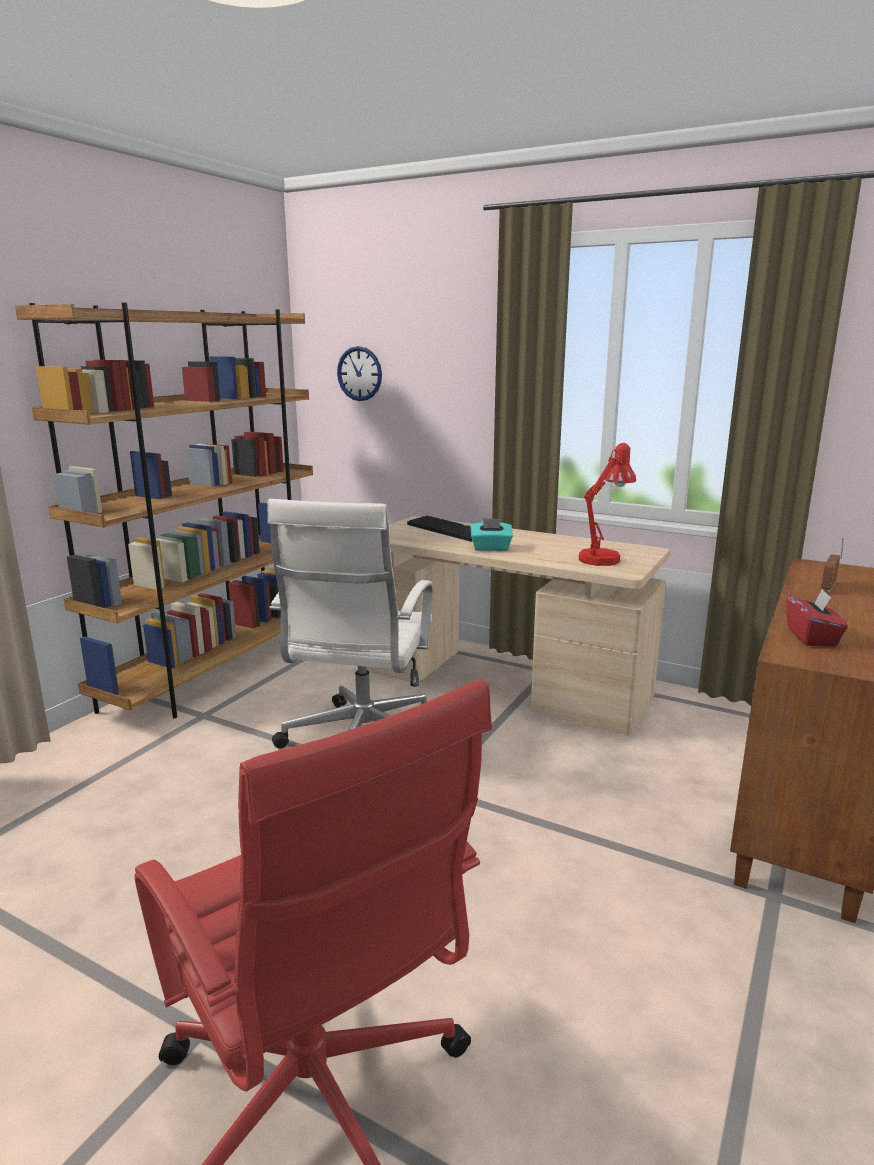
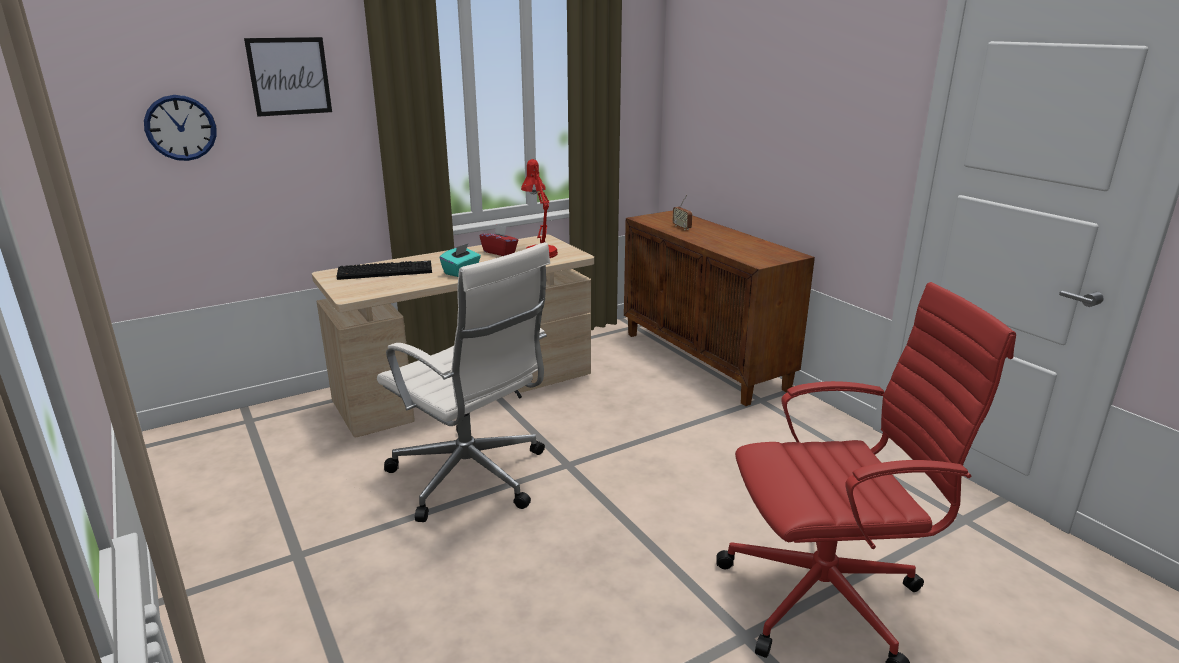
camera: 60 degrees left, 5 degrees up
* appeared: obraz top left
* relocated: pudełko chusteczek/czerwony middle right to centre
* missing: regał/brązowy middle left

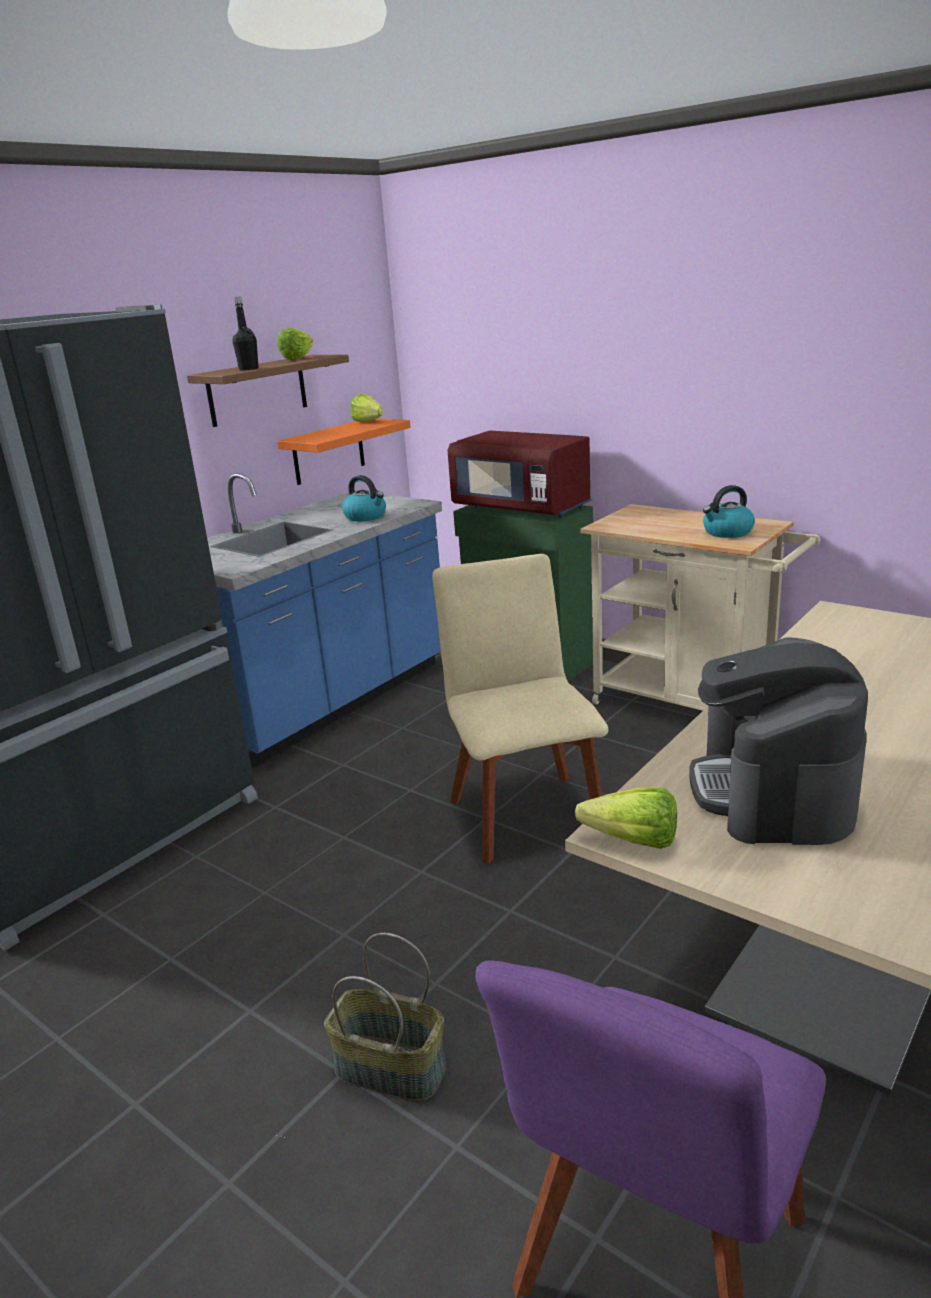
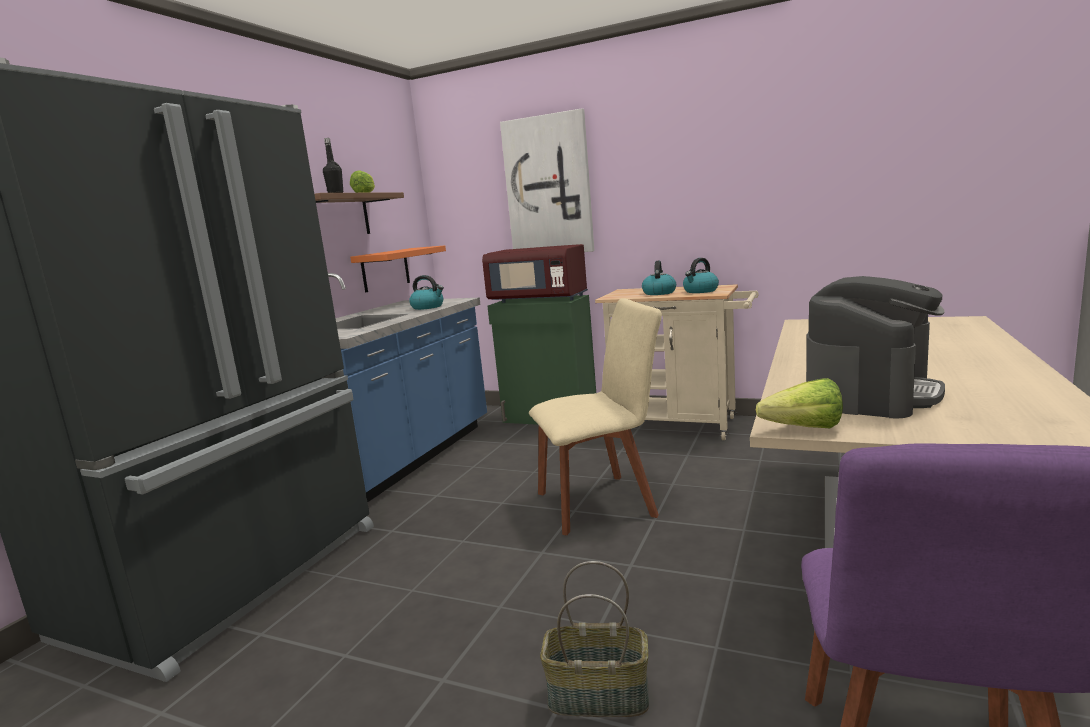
camera: 15 degrees left, 10 degrees down
* appeared: obraz top centre
* spun: krzesło/beżowy centre = centre 105 degrees clockwise
* appeared: czajnik (no. 2 from left) centre
* spun: ekspres do kawy middle right = middle right 135 degrees counterclockwise
* missing: sałata (no. 2 from left) top centre

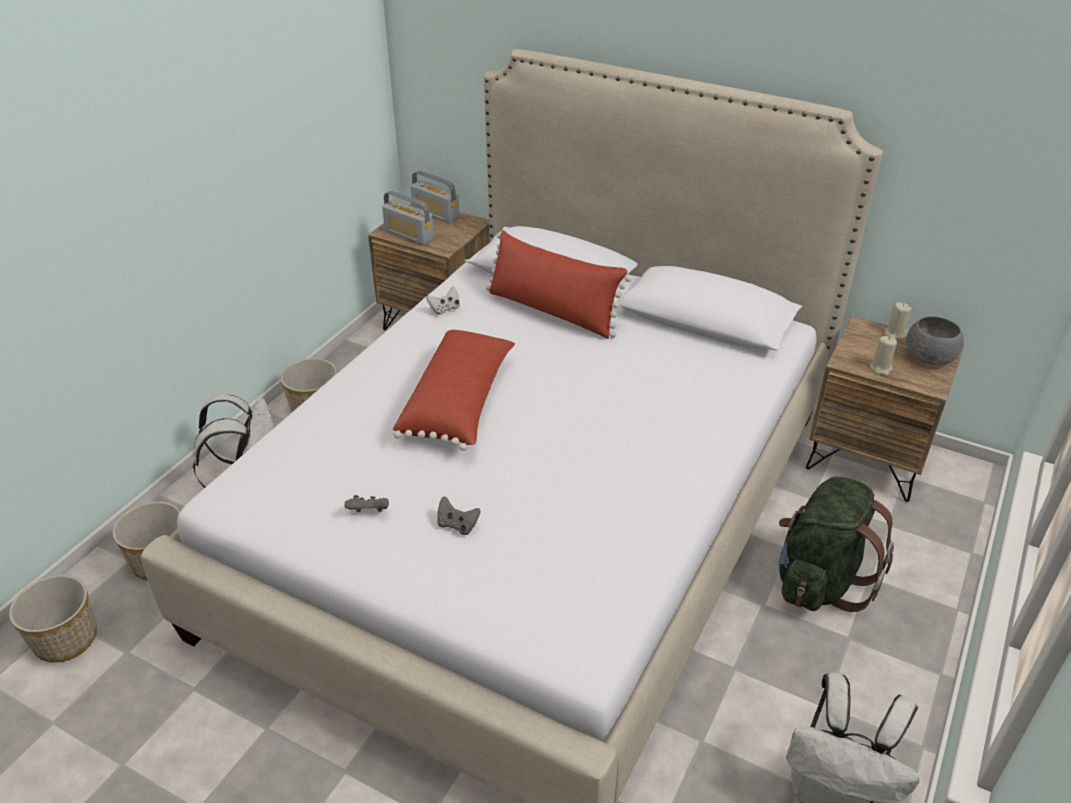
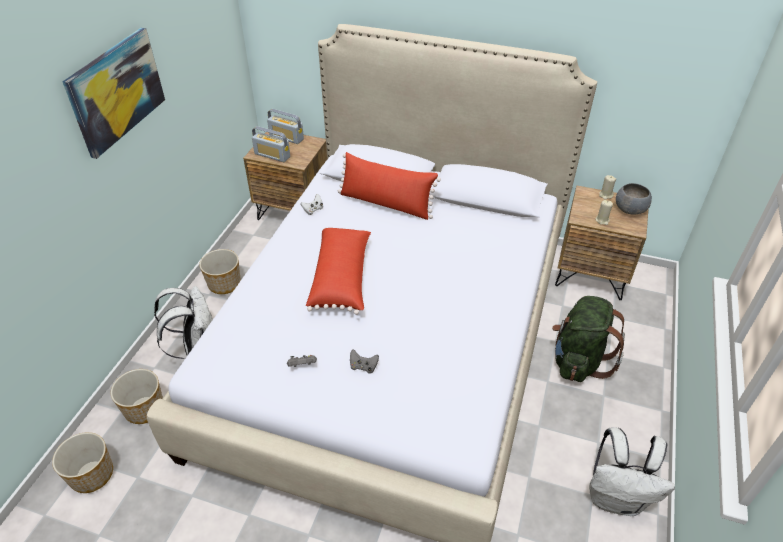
camera: 10 degrees left, 5 degrees up
* appeared: obraz top left

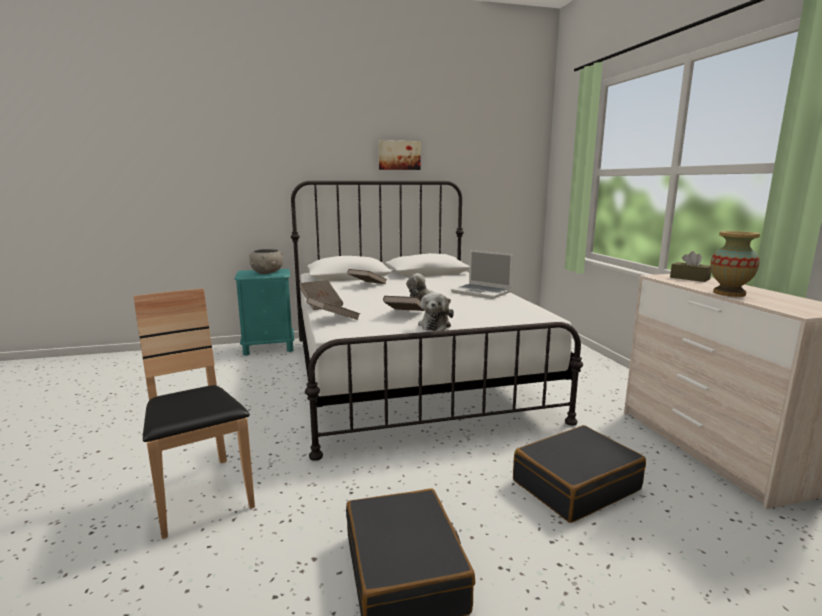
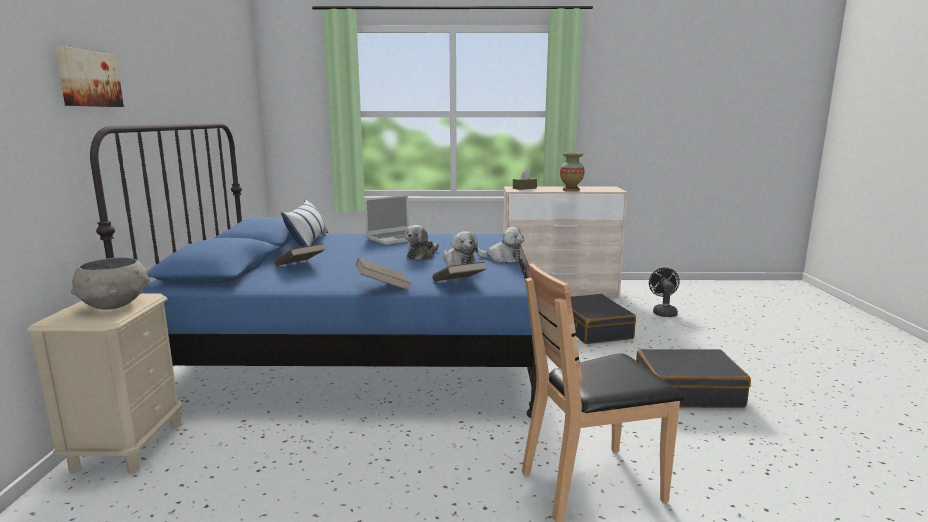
camera: 75 degrees left, 0 degrees up
* colour: szafka nocna/turkusowy middle left to szafka nocna/beżowy bottom left
* relocated: obraz top centre to top left
* colour: łóżko/biały centre to łóżko/niebieski centre
* appeared: poduszka middle left
* exchanged: książka/brązowy (no. 4 from left) centre to pluszak (no. 2 from left) centre
* appeared: wentylator/czarny middle right

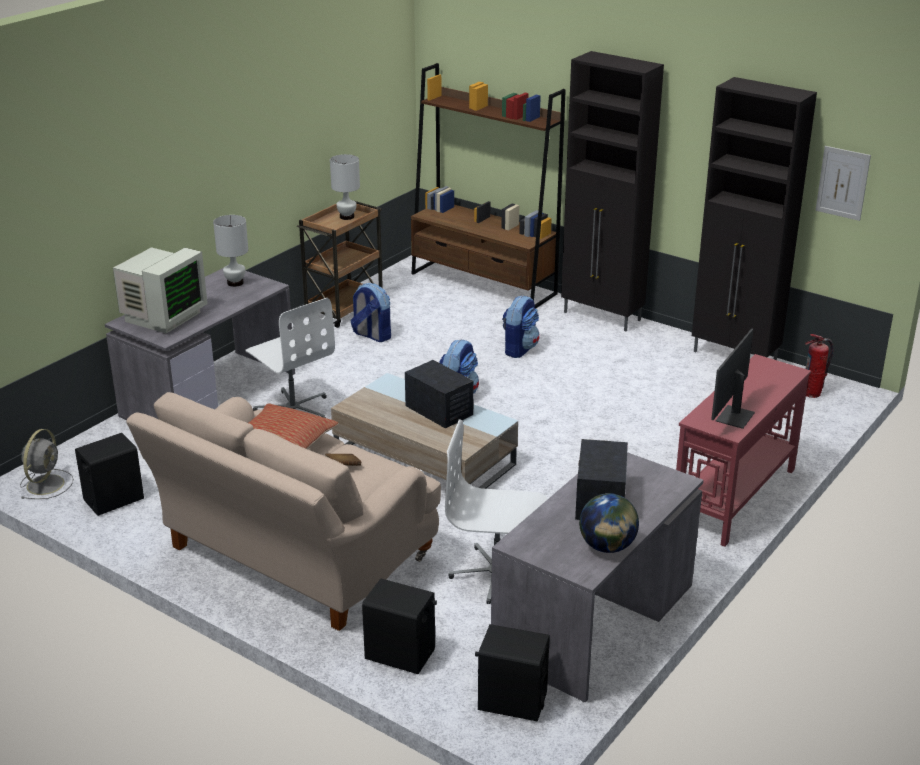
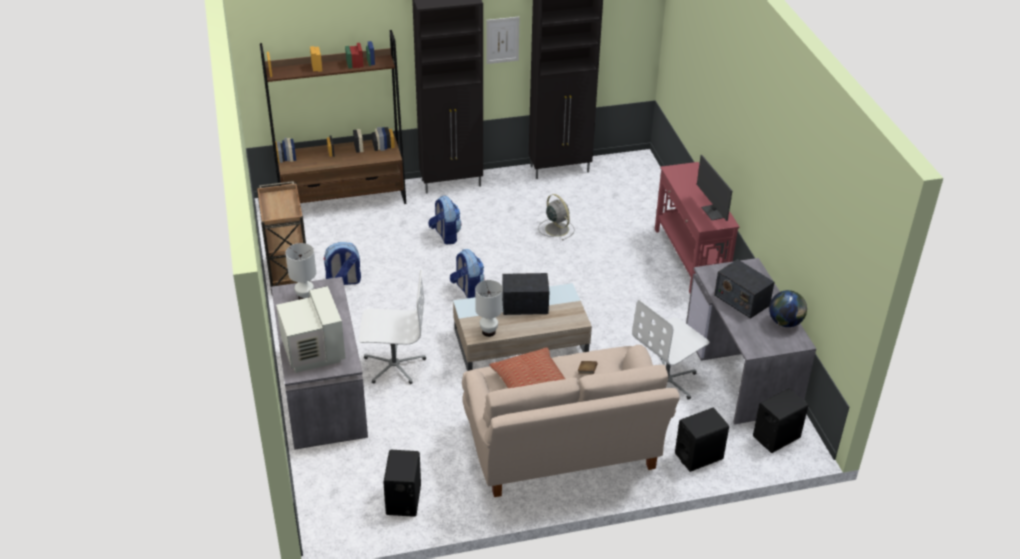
camera: 50 degrees left, 10 degrees up
* relocated: lampa stołowa/biały (no. 2 from left) top centre to centre
* relocated: obraz top right to top centre
* relocated: wentylator/szary middle left to centre
* missing: gaśnica middle right

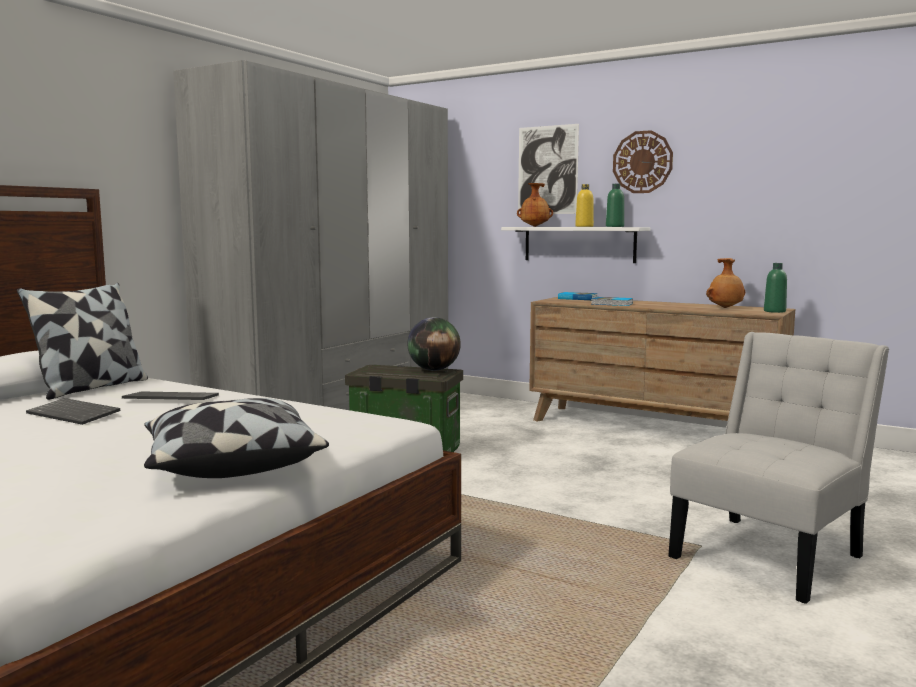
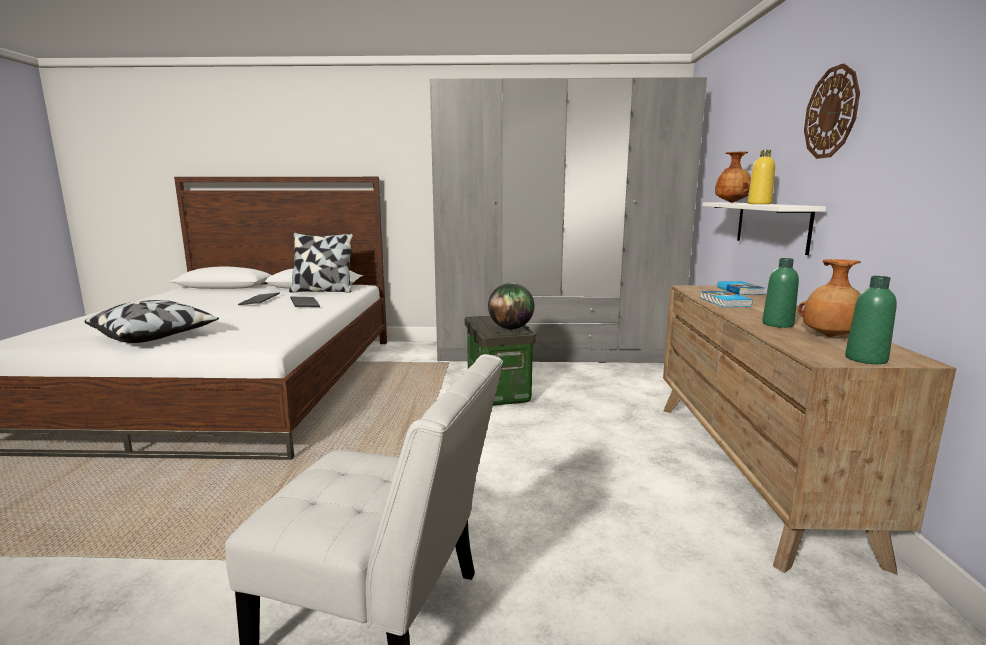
camera: 60 degrees right, 5 degrees up
* relocated: butelka/zielony (no. 1 from left) top right to middle right
* missing: obraz top centre

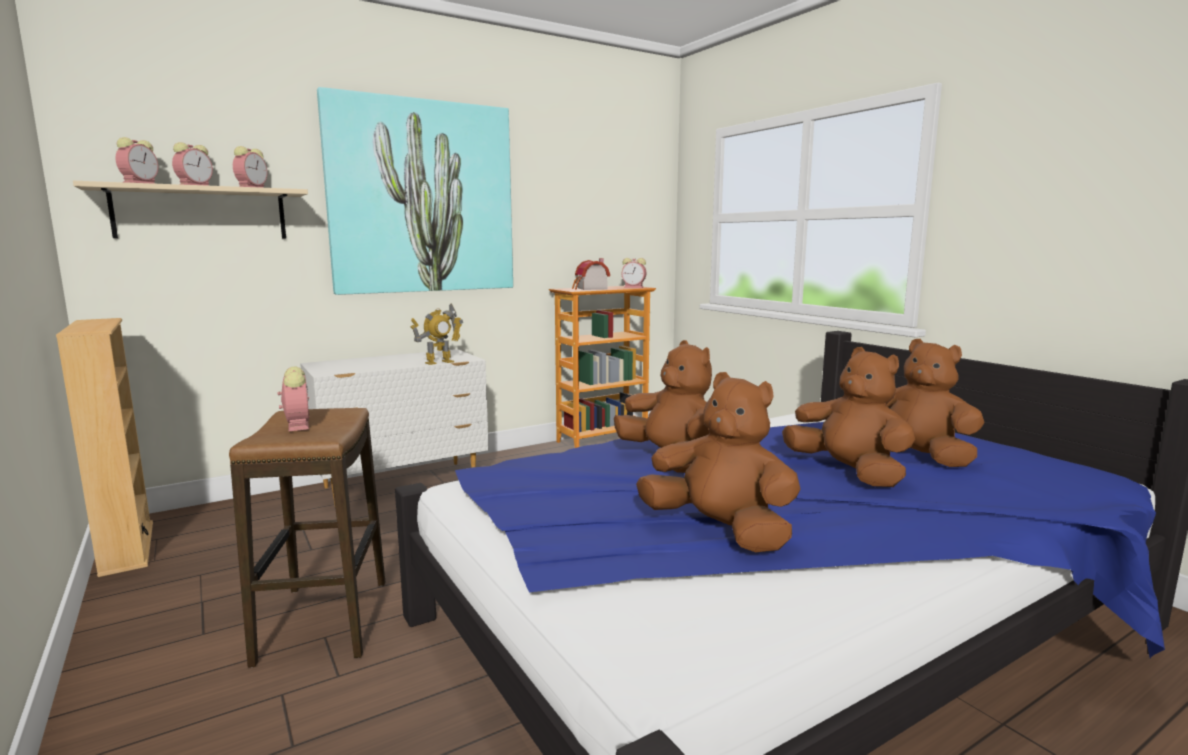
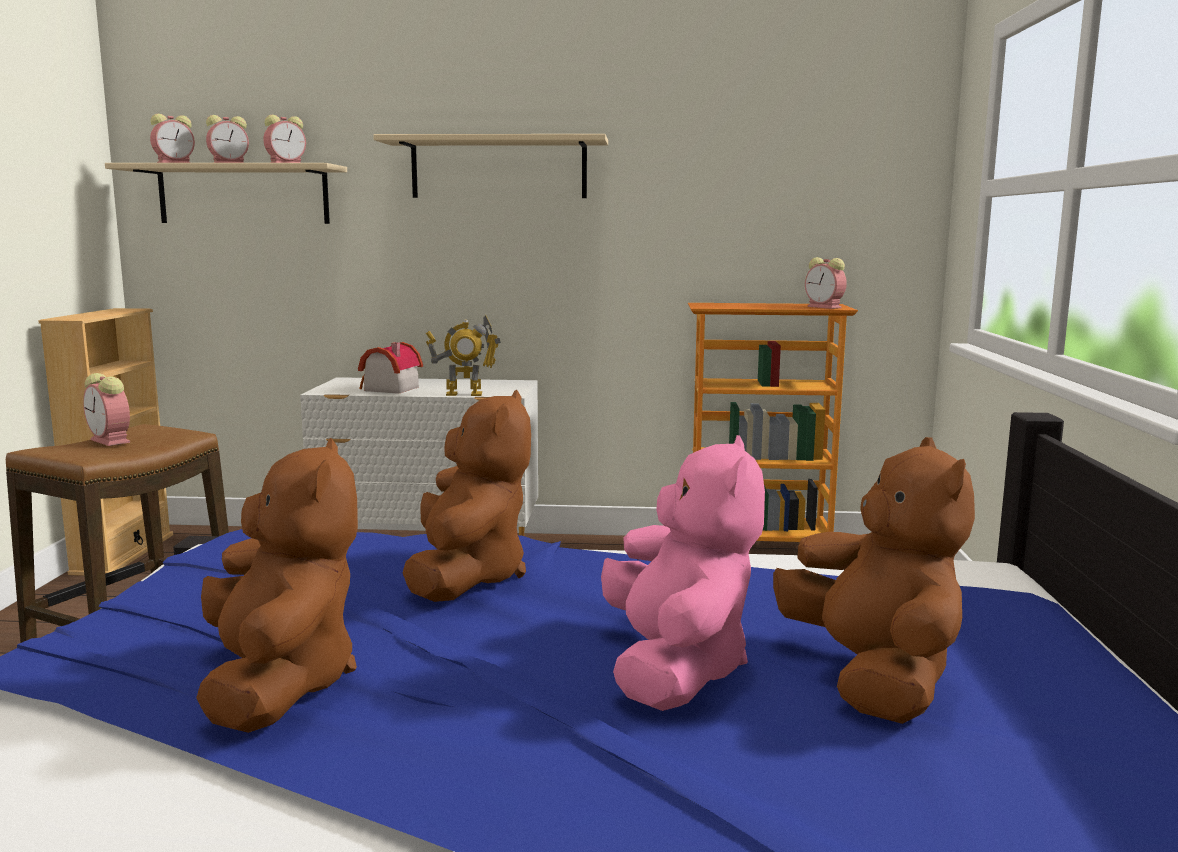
camera: 35 degrees right, 0 degrees up
* spun: budzik (no. 4 from left in the first image) middle left = middle left 120 degrees clockwise
* relocated: domek centre to middle left
* exchanged: obraz top centre to półka/beżowy (no. 2 from left) top centre
* colour: pluszak/brązowy (no. 3 from left) middle right to pluszak/różowy bottom centre

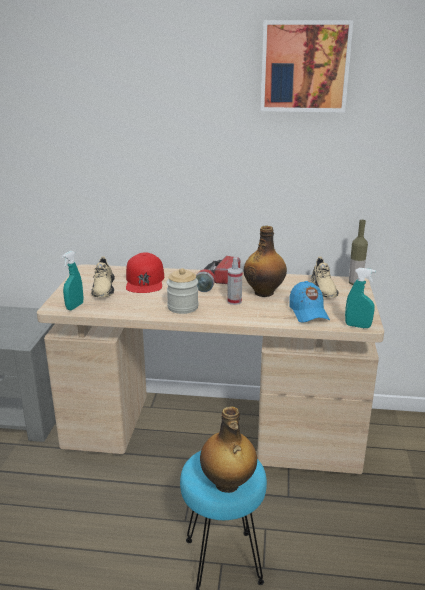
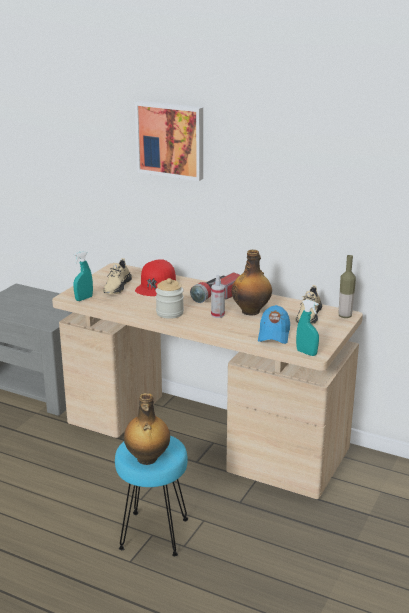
camera: 20 degrees right, 0 degrees up
* relocated: obraz top right to top centre

